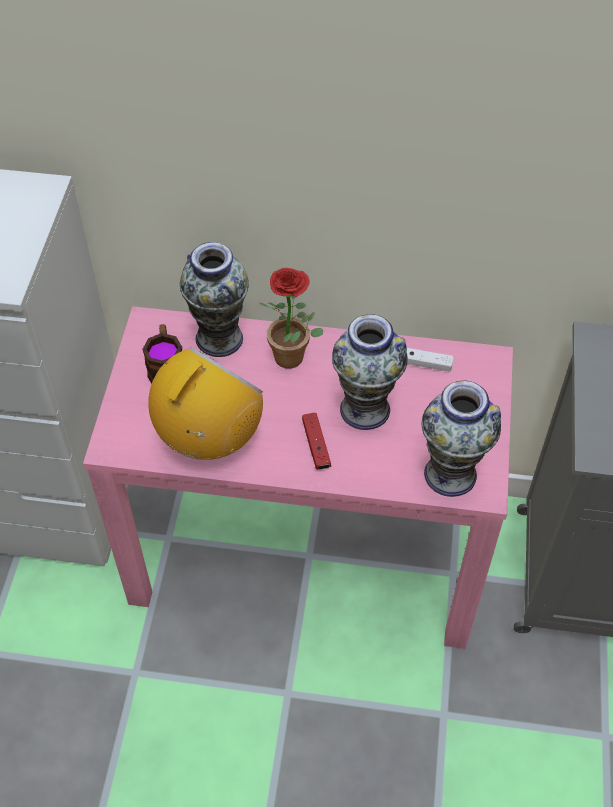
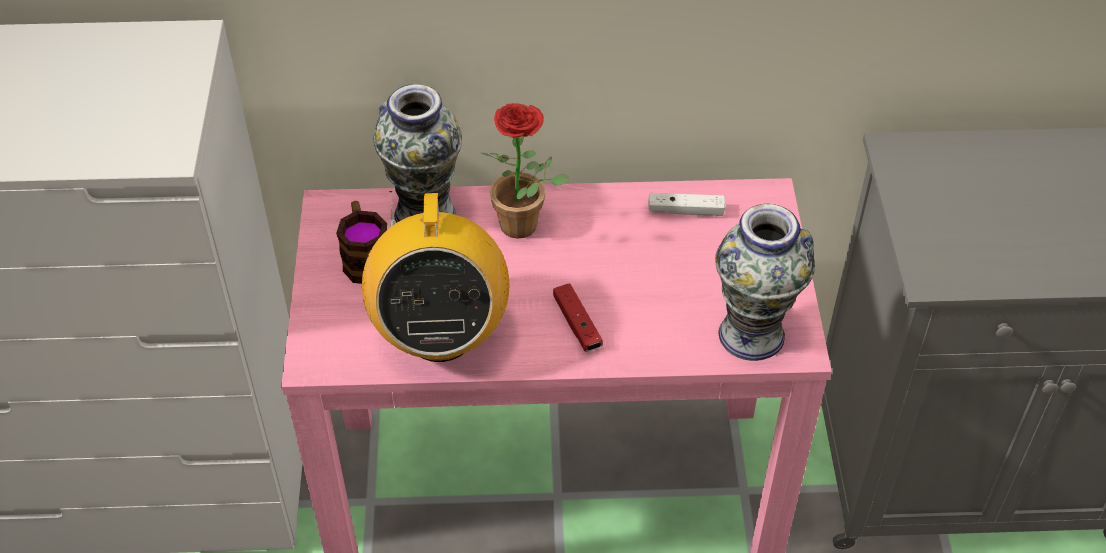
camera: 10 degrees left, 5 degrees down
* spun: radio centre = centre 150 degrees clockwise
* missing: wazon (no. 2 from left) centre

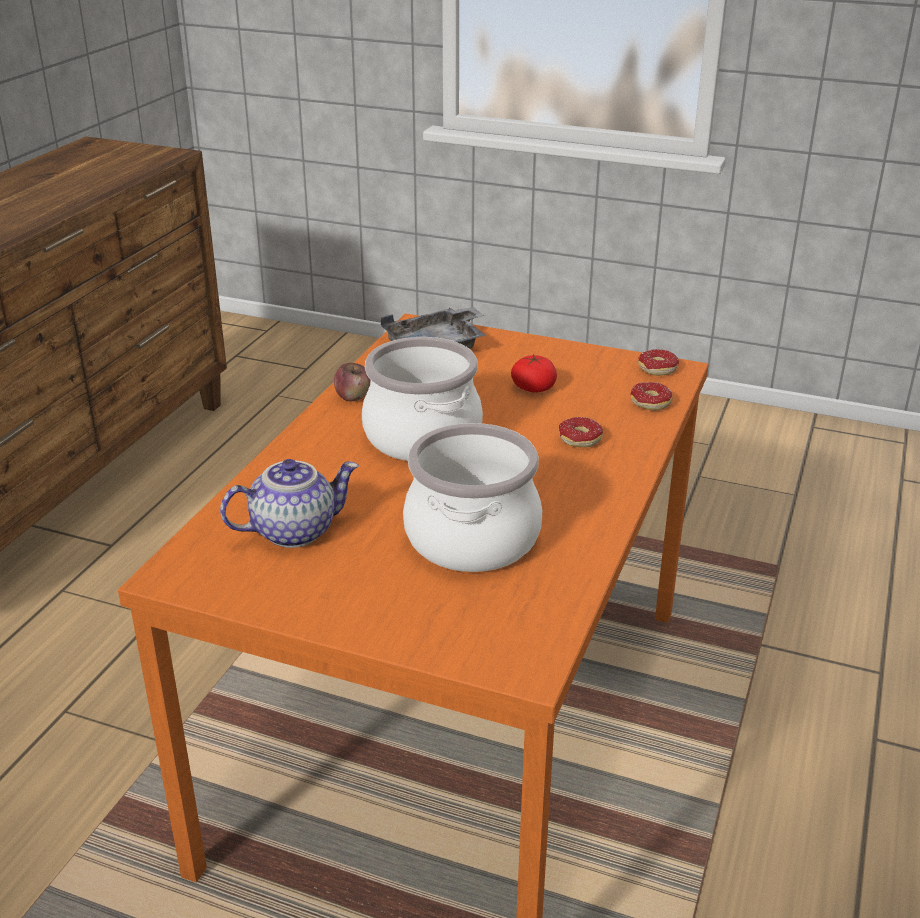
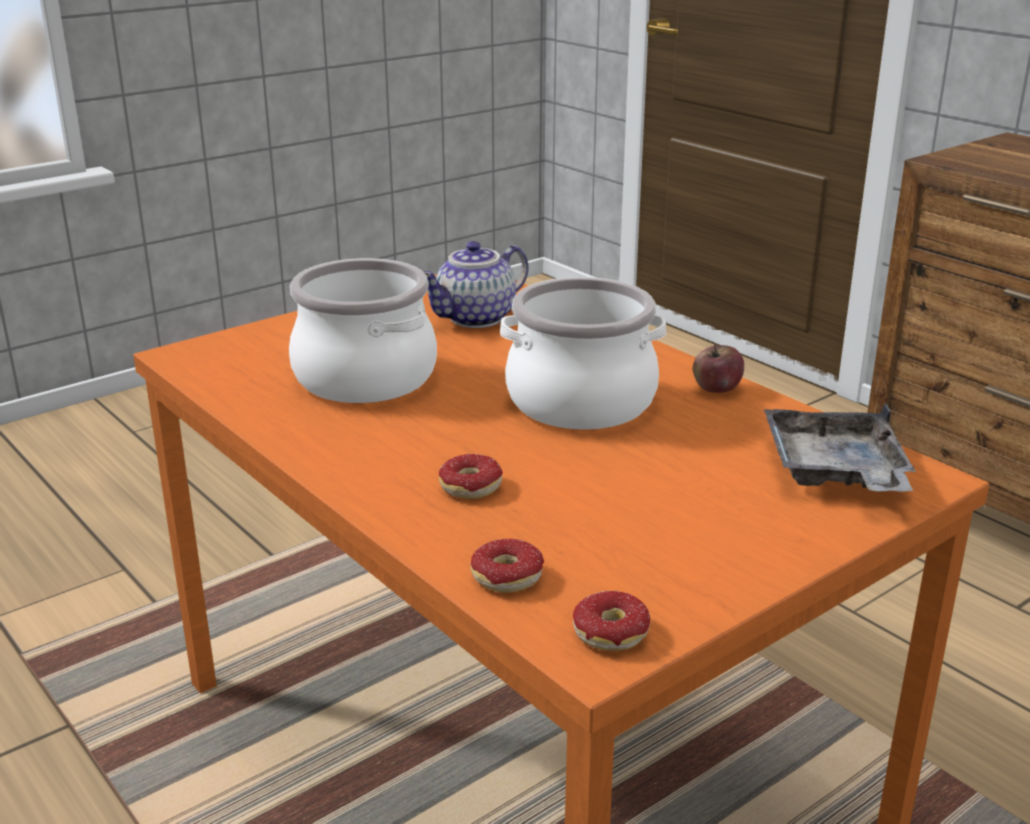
camera: 120 degrees right, 5 degrees down
* spun: imbryk middle left = centre 45 degrees clockwise
* missing: pomidor centre

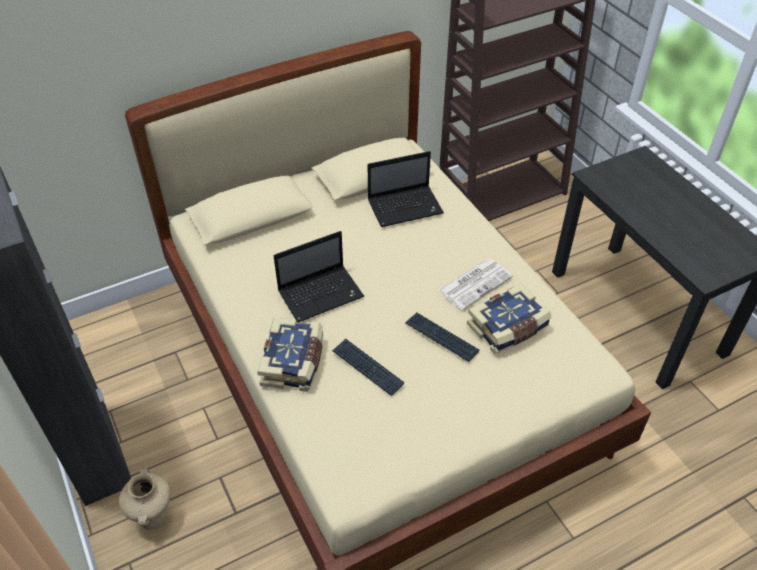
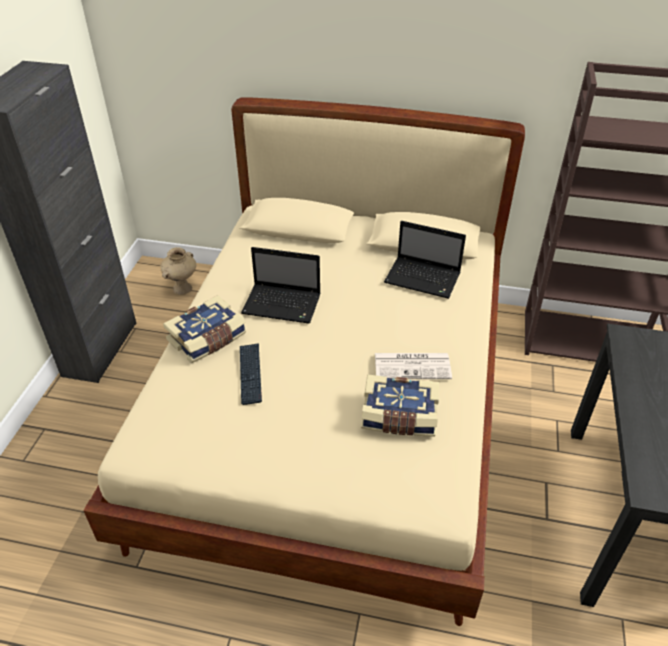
camera: 40 degrees right, 5 degrees down
* relocated: wazon/beżowy bottom left to middle left
* missing: klawiatura (no. 2 from left) centre

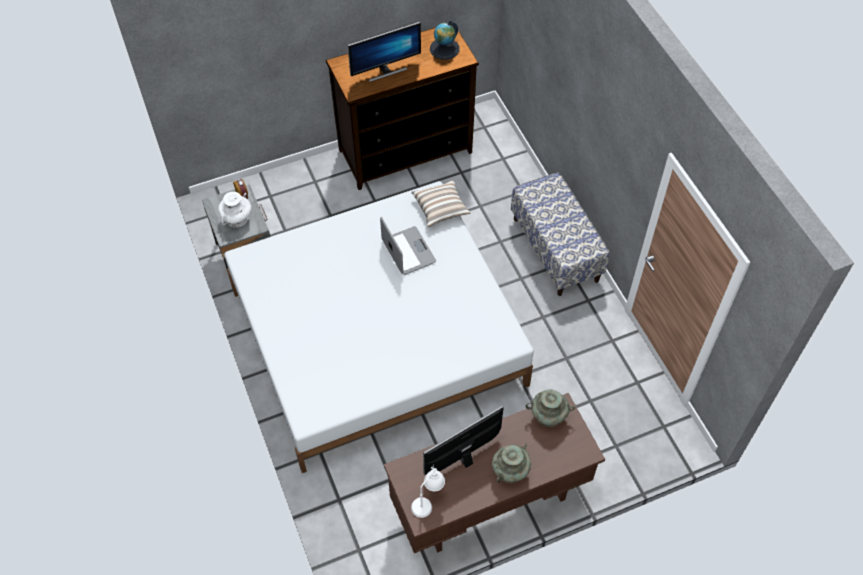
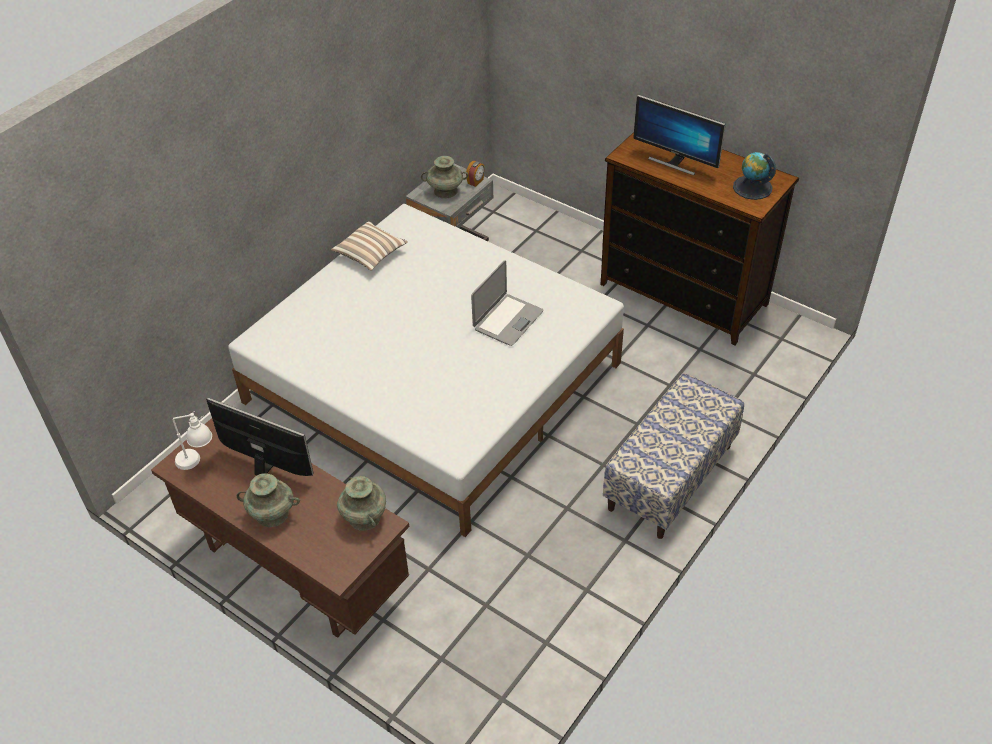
camera: 60 degrees right, 10 degrees down
* relocated: poduszka centre to top centre
* colour: wazon/biały middle left to wazon/turkusowy (no. 3 from left) top centre

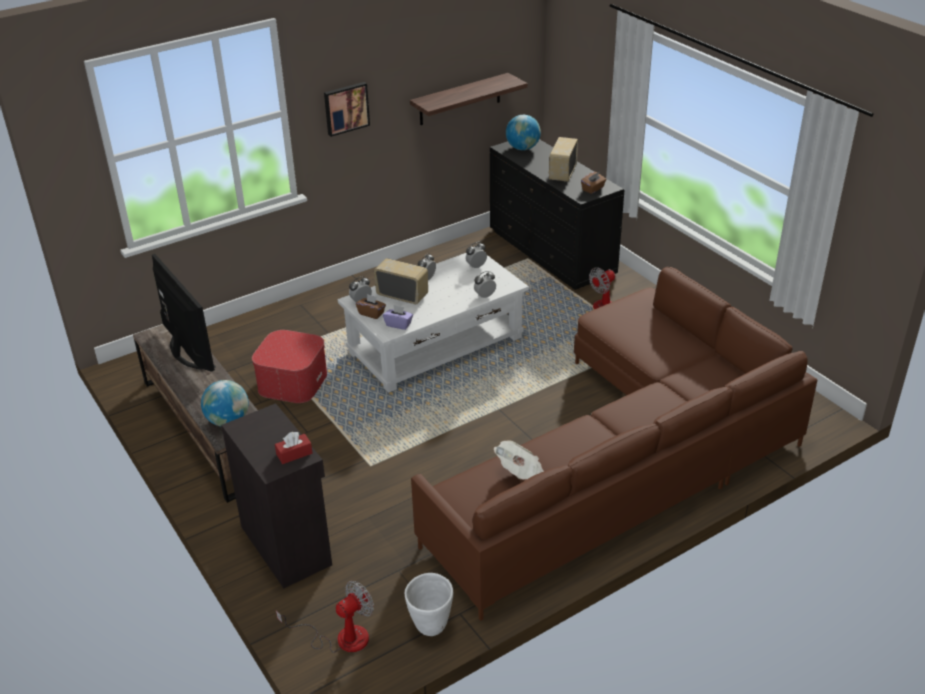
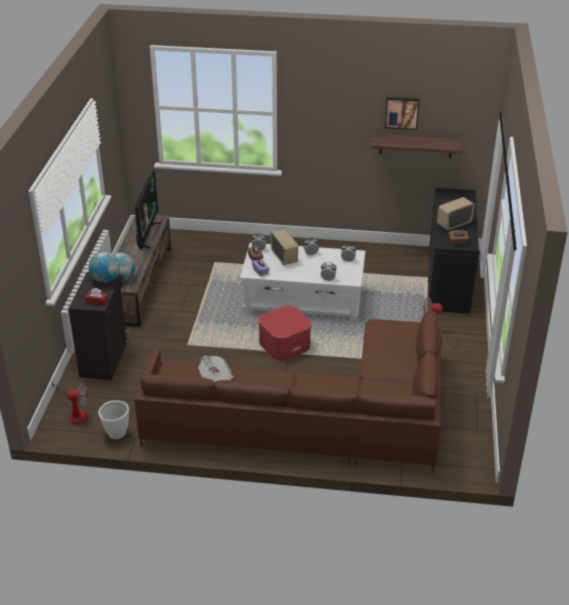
camera: 40 degrees right, 0 degrees up
* relocated: globus (no. 2 from left in the first image) top centre to globus (no. 1 from left) middle left
* relocated: pufa middle left to centre
* relocated: obraz top centre to top right

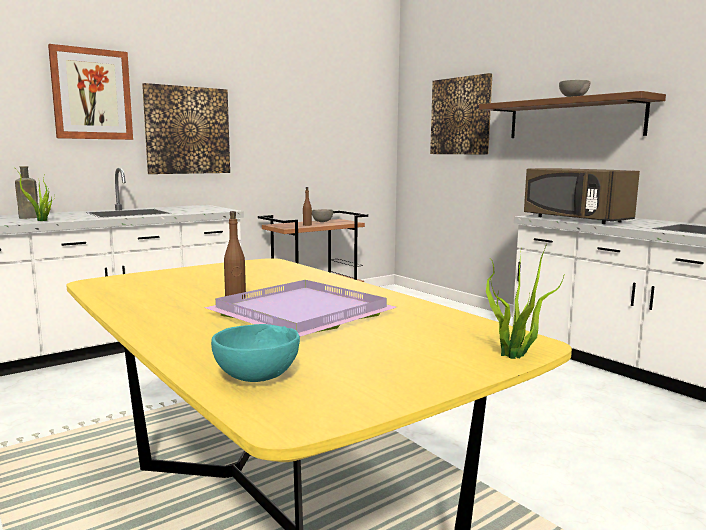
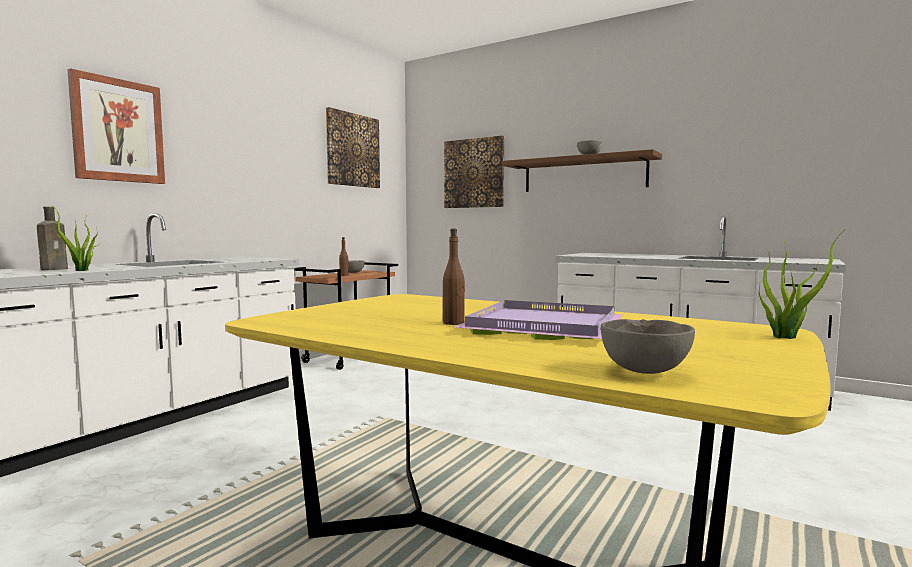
camera: 20 degrees left, 5 degrees down
* relocated: obraz (no. 2 from left) top left to top centre
* colour: miska/turkusowy centre to miska/szary (no. 3 from left) middle right
* missing: mikrofalówka/brązowy middle right

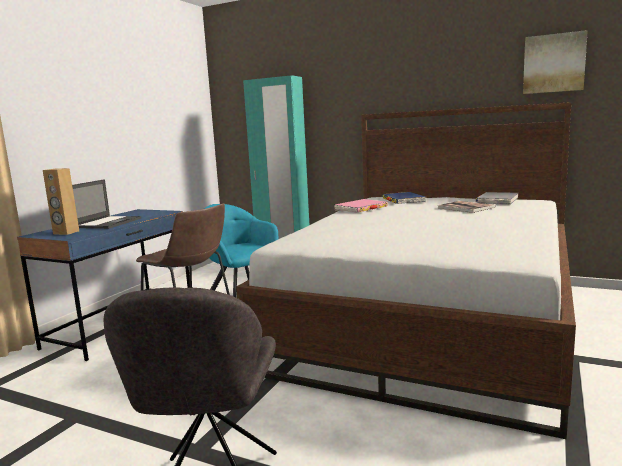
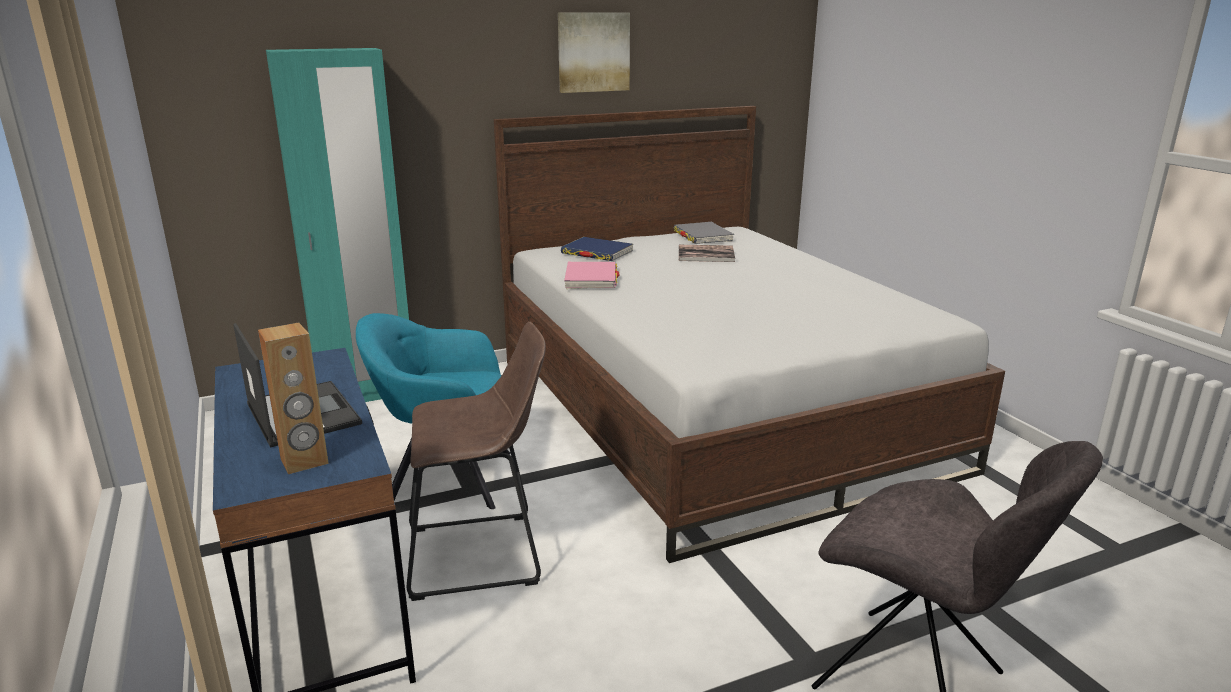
camera: 50 degrees left, 10 degrees up
* relocated: obraz top right to top centre

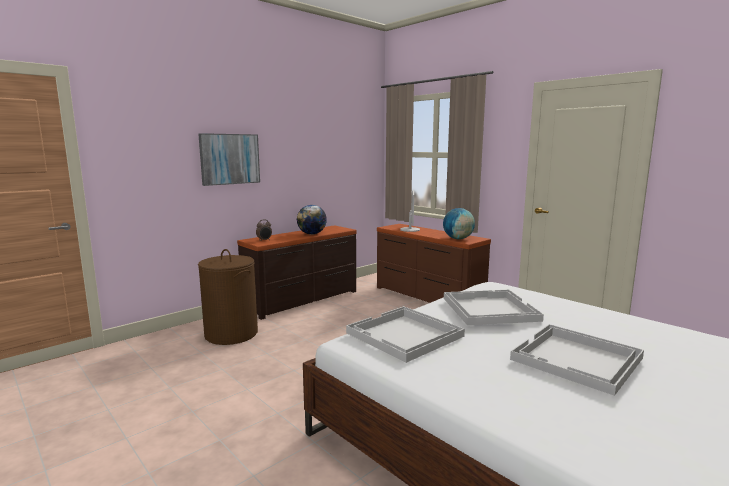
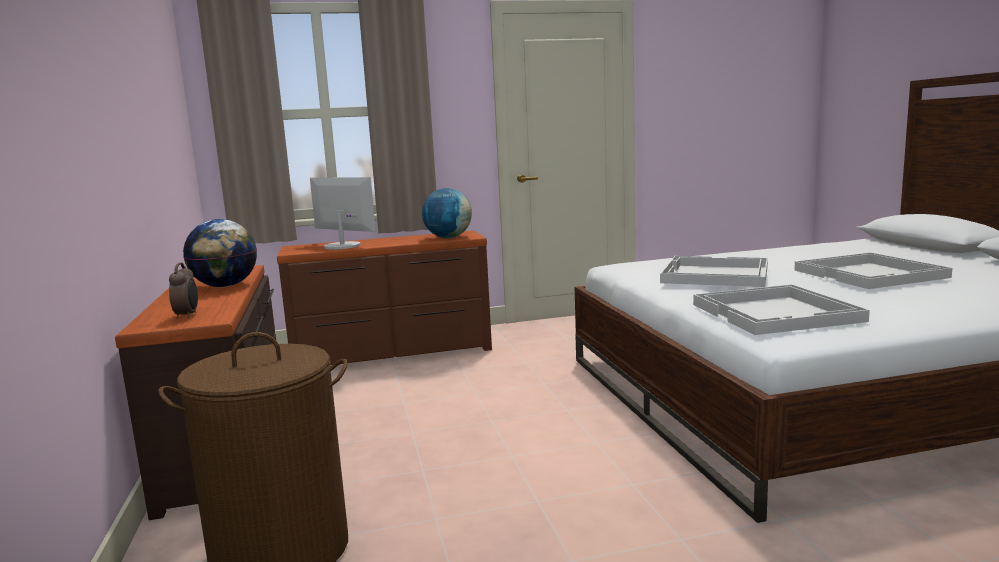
camera: 60 degrees left, 0 degrees up
* missing: obraz top left

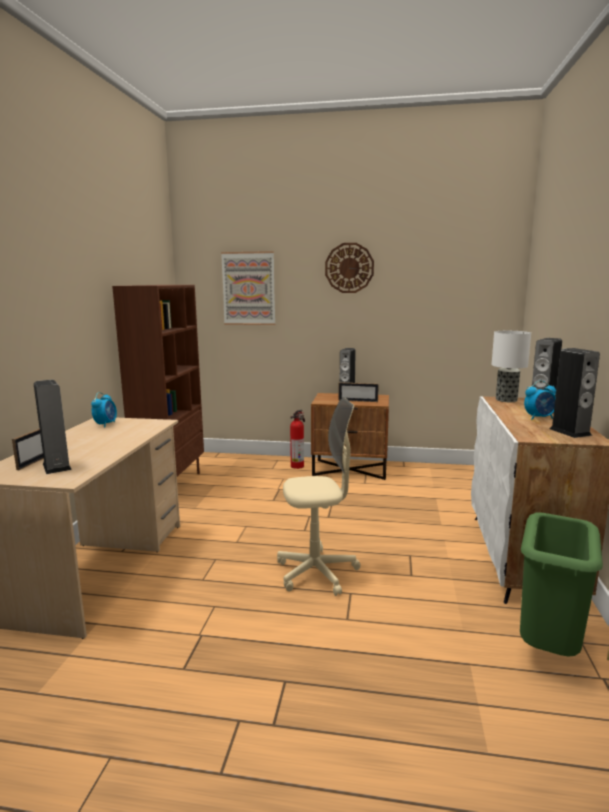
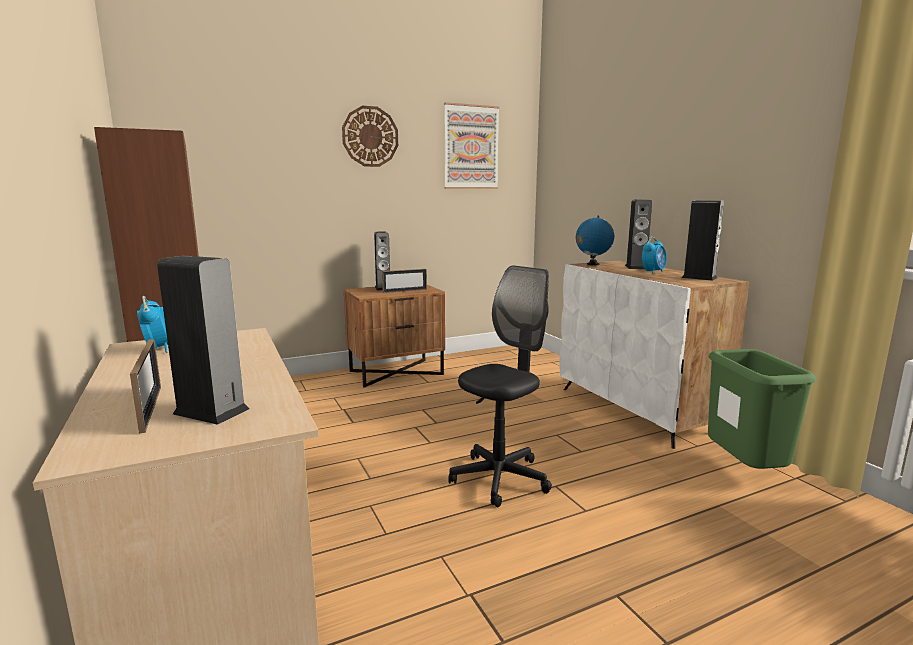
camera: 35 degrees left, 0 degrees up
* relocated: obraz centre to top centre
* colour: krzesło biurowe/beżowy centre to krzesło biurowe/czarny centre
* exchanged: lampa stołowa middle right to globus centre
* missing: gaśnica centre

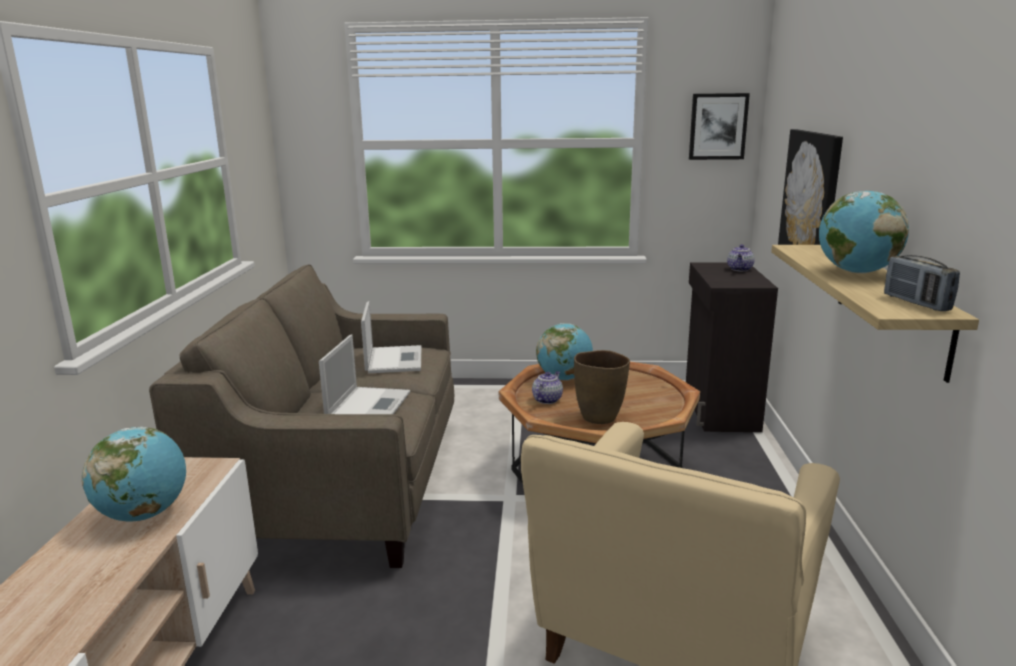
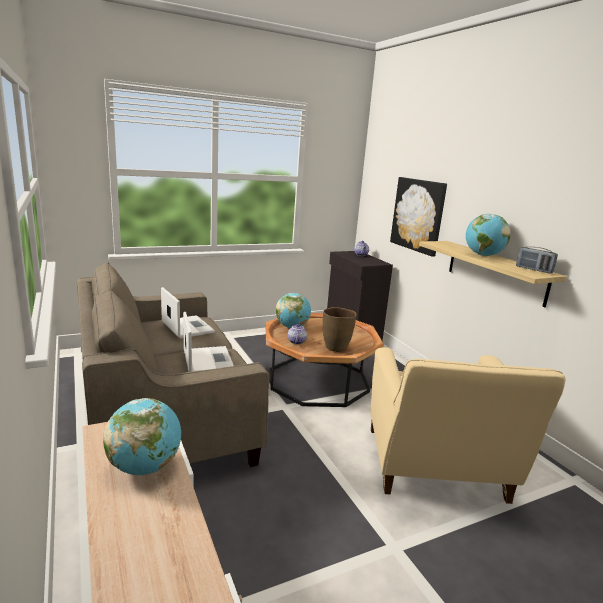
camera: 30 degrees left, 0 degrees up
* missing: obraz (no. 1 from left) top right

